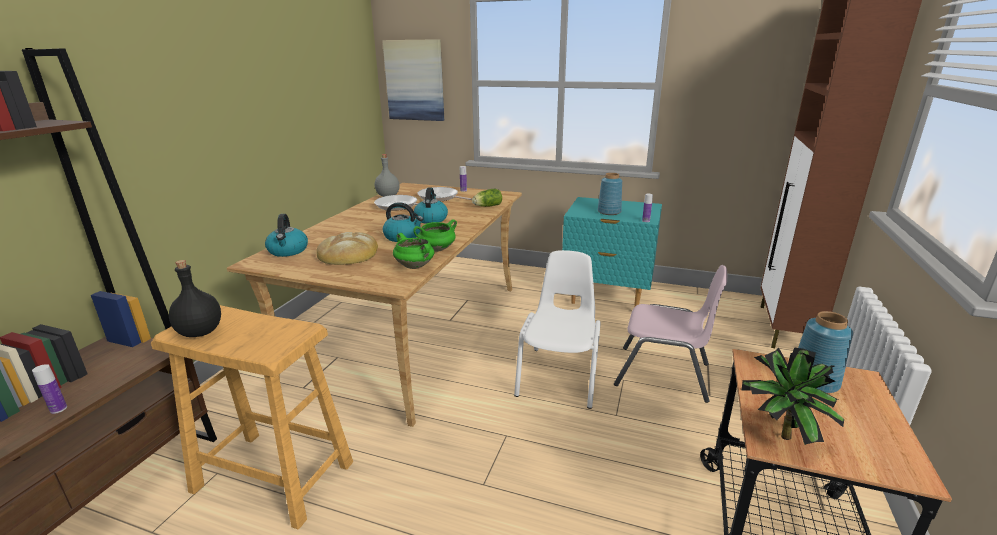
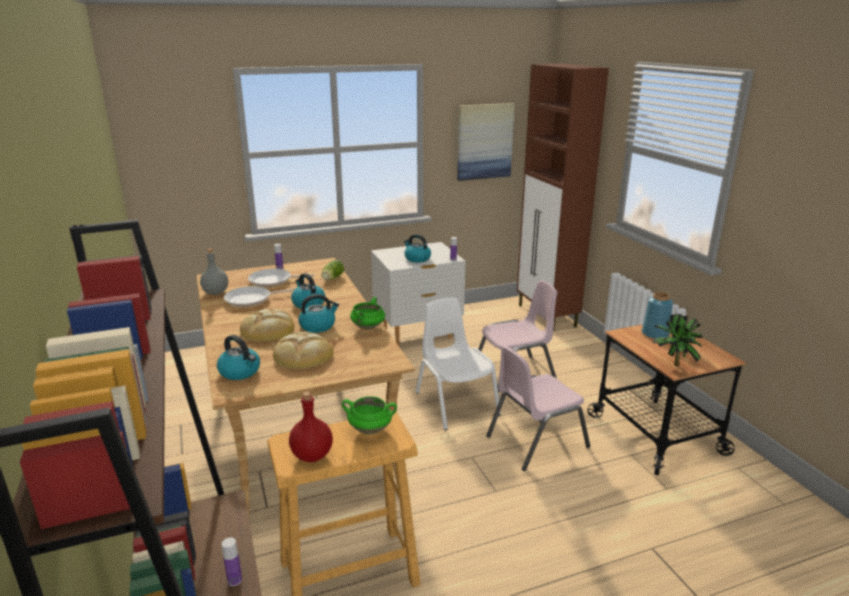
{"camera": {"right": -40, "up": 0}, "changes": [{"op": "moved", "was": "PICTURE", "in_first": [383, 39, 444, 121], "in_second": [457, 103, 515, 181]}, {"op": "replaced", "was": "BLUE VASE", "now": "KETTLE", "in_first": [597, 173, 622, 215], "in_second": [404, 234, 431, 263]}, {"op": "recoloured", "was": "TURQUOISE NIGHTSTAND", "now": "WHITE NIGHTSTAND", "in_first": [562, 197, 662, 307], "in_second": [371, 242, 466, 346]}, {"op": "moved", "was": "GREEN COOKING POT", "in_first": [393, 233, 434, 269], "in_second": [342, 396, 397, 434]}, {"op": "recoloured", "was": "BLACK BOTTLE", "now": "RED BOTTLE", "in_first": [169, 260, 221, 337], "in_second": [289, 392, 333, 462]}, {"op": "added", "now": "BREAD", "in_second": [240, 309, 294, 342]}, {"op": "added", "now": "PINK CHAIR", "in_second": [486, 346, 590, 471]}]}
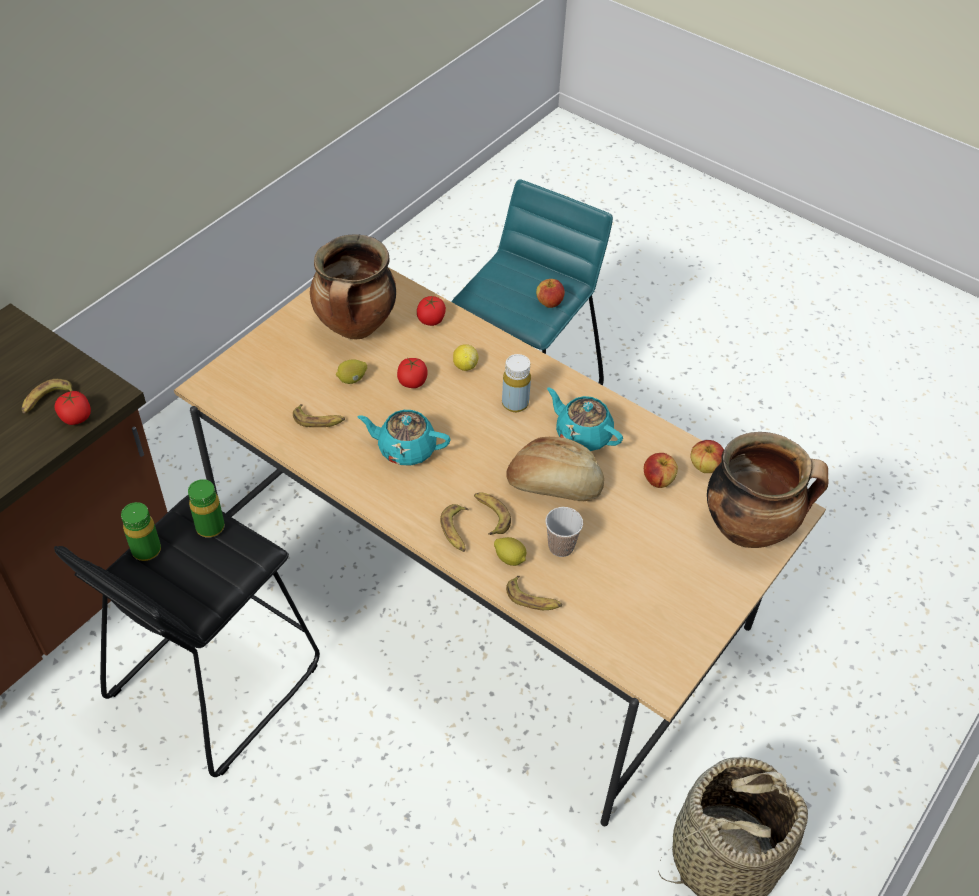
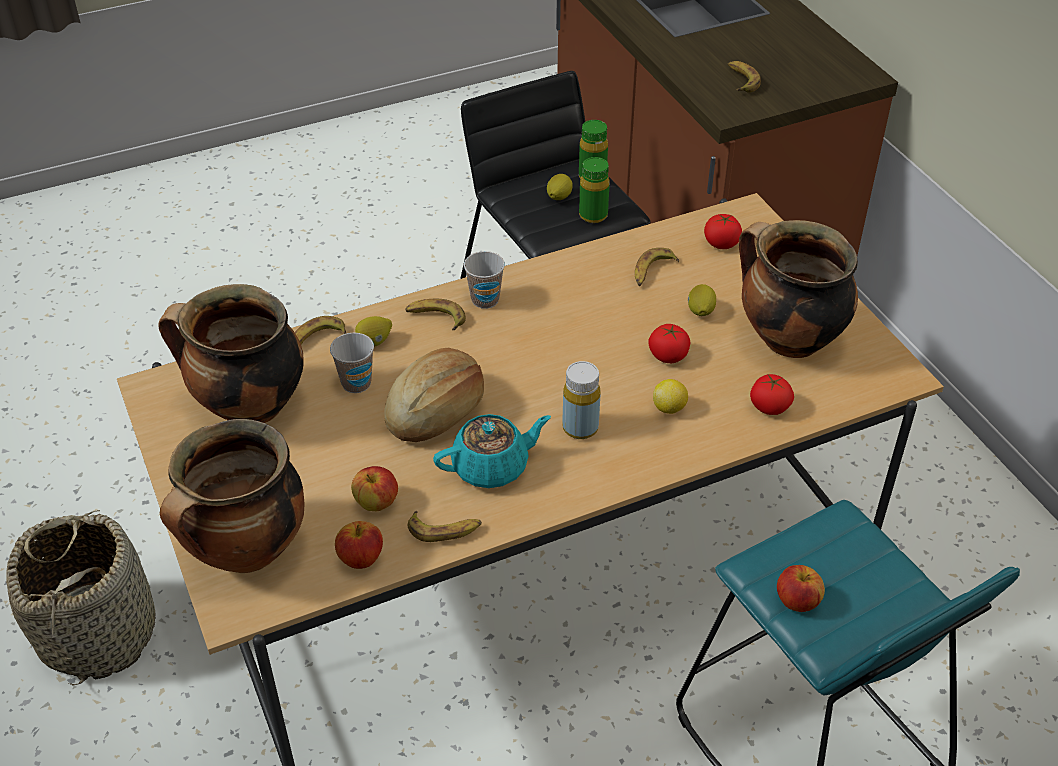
{"camera": {"right": 120, "up": -5}, "changes": [{"op": "moved", "was": "TOMATO", "in_first": [55, 391, 91, 425], "in_second": [704, 214, 742, 249]}, {"op": "removed", "was": "TURQUOISE TEAPOT", "in_first": [357, 410, 450, 466]}, {"op": "moved", "was": "BANANA", "in_first": [474, 493, 511, 535], "in_second": [408, 511, 482, 542]}, {"op": "added", "now": "LEMON", "in_second": [547, 174, 573, 200]}, {"op": "added", "now": "CUP", "in_second": [464, 251, 505, 309]}, {"op": "added", "now": "COOKING POT", "in_second": [158, 284, 303, 423]}]}
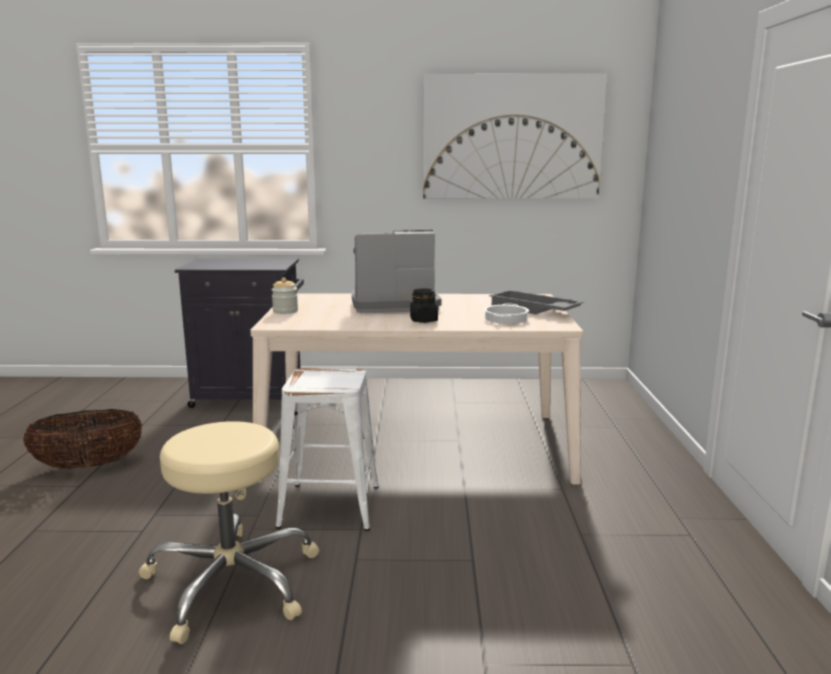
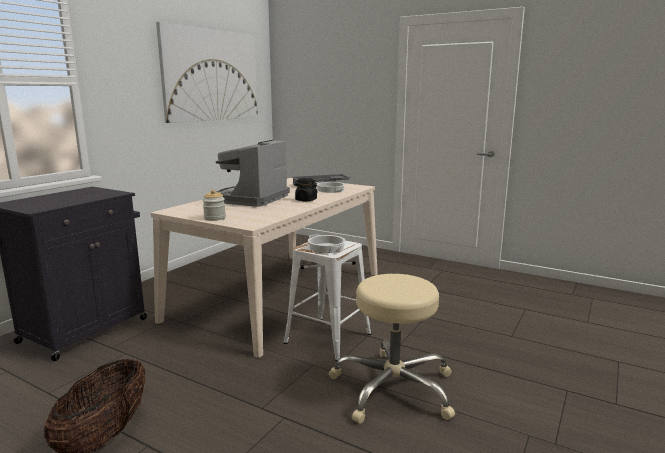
{"camera": {"right": -60, "up": 0}, "changes": [{"op": "added", "now": "COOKING POT", "in_second": [308, 234, 346, 253]}]}
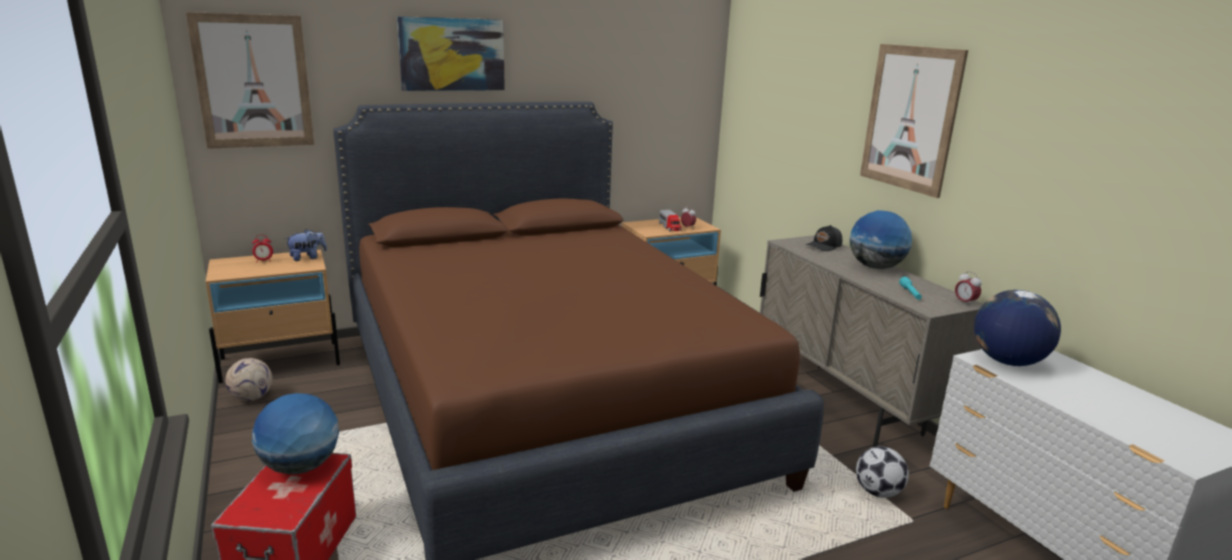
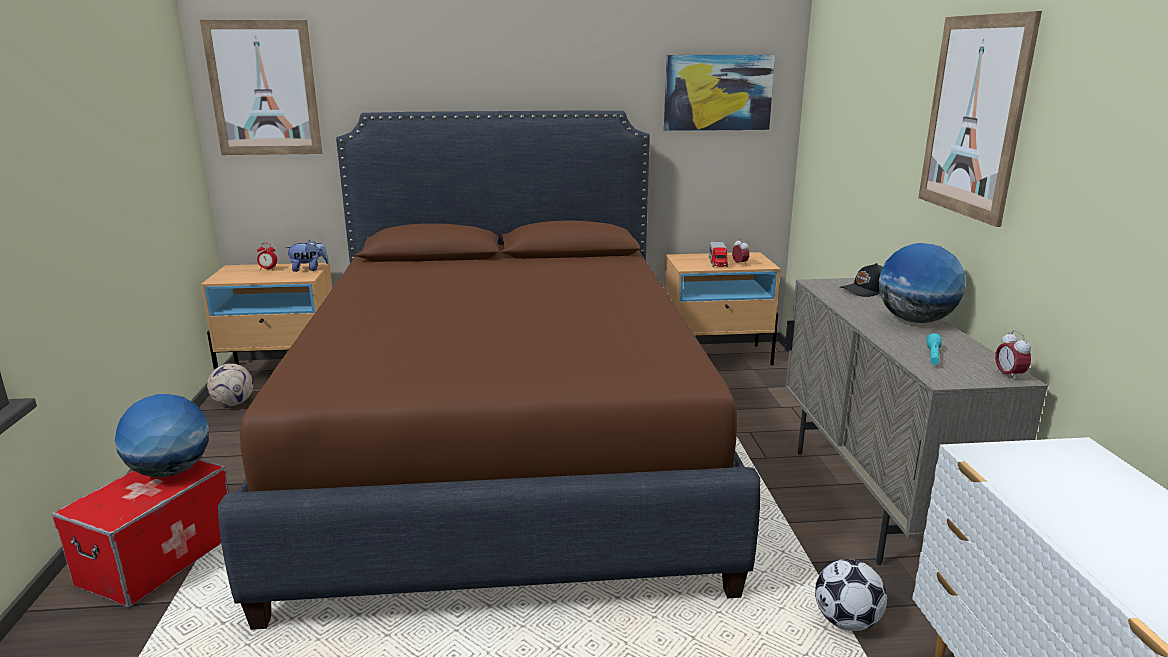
{"camera": {"right": 20, "up": 0}, "changes": [{"op": "moved", "was": "PICTURE", "in_first": [397, 16, 505, 91], "in_second": [664, 55, 775, 131]}, {"op": "removed", "was": "GLOBE", "in_first": [974, 290, 1061, 366]}]}
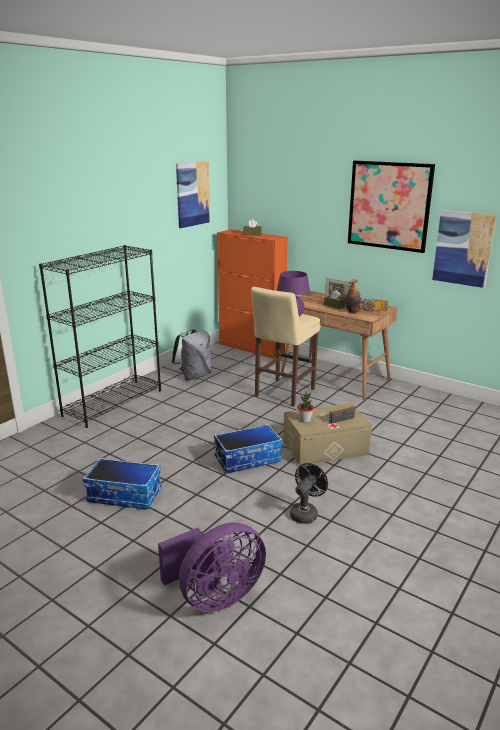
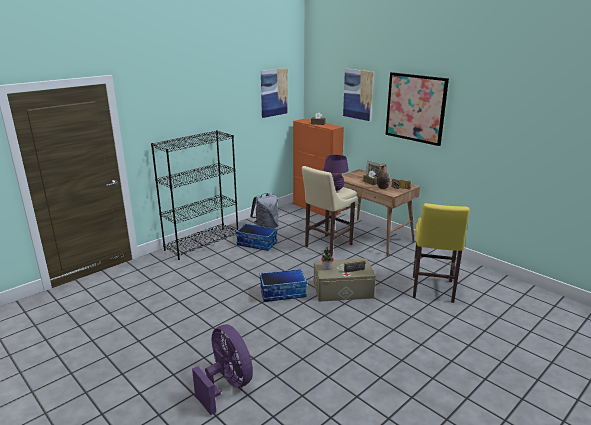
{"camera": {"right": 10, "up": 0}, "changes": [{"op": "moved", "was": "PICTURE", "in_first": [432, 210, 497, 288], "in_second": [343, 69, 374, 121]}, {"op": "moved", "was": "STORAGE BOX", "in_first": [83, 458, 161, 509], "in_second": [236, 223, 277, 251]}, {"op": "removed", "was": "BLACK FAN", "in_first": [290, 463, 328, 524]}, {"op": "turned", "was": "PURPLE FAN", "in_first": [158, 522, 266, 612], "in_second": [192, 324, 253, 415], "clockwise": -105}, {"op": "added", "now": "YELLOW STOOL", "in_second": [413, 203, 470, 303]}]}
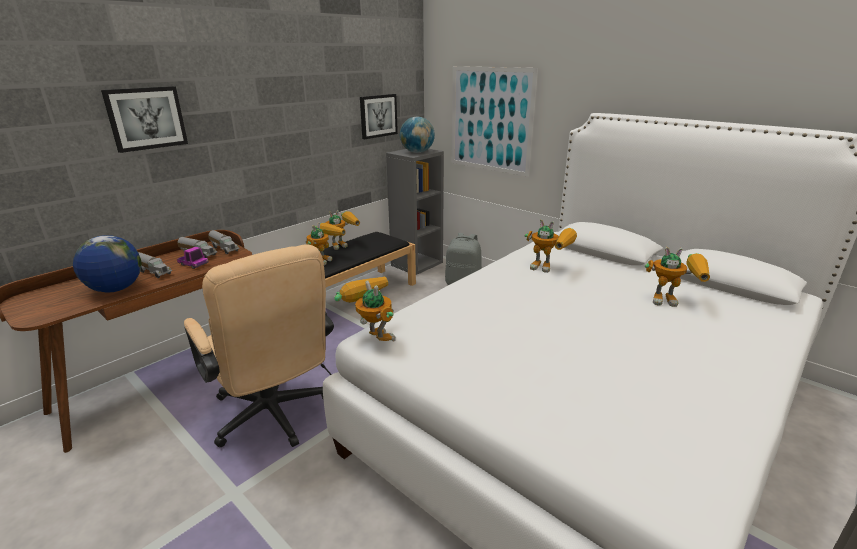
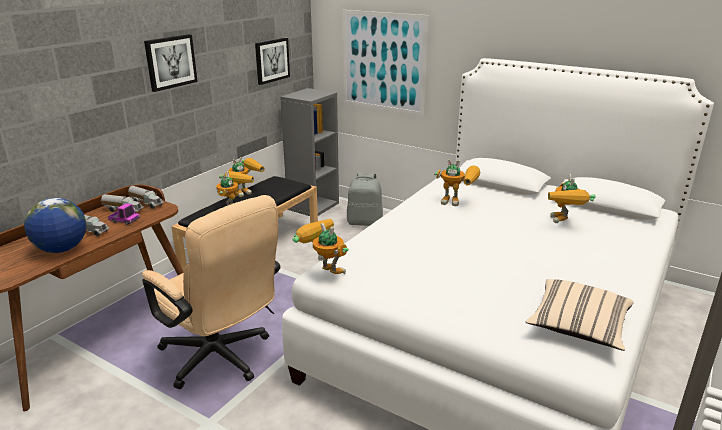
{"camera": {"right": -10, "up": 0}, "changes": [{"op": "moved", "was": "PICTURE", "in_first": [101, 86, 188, 153], "in_second": [144, 34, 198, 92]}, {"op": "removed", "was": "GLOBE", "in_first": [400, 117, 435, 153]}, {"op": "turned", "was": "TOY ROBOT", "in_first": [645, 247, 710, 307], "in_second": [548, 174, 595, 223], "clockwise": 90}, {"op": "added", "now": "BEIGE PILLOW", "in_second": [526, 279, 633, 351]}]}
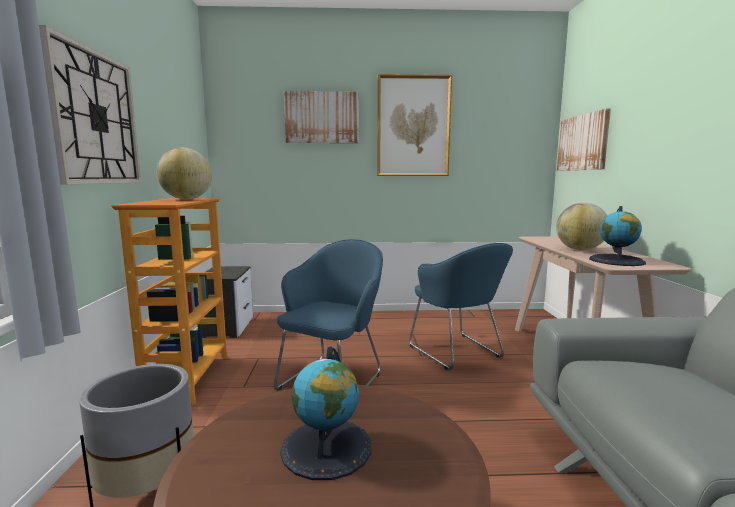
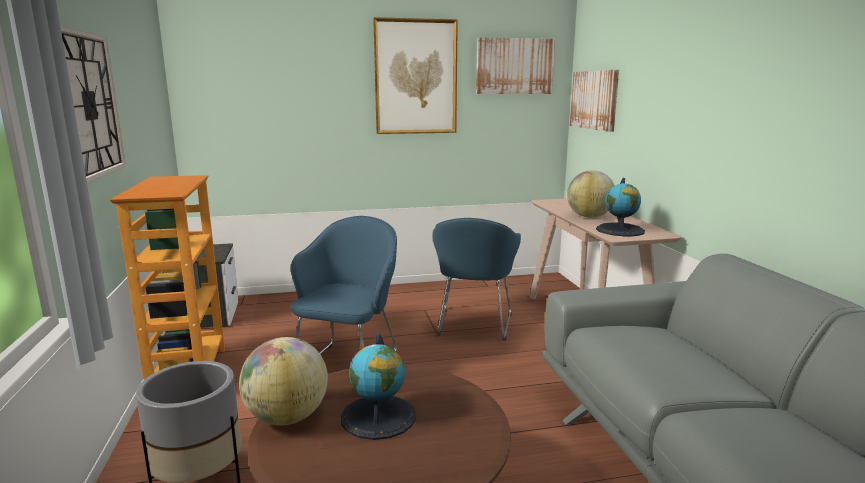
{"camera": {"right": -10, "up": 5}, "changes": [{"op": "moved", "was": "PICTURE", "in_first": [284, 91, 359, 143], "in_second": [476, 37, 555, 94]}, {"op": "moved", "was": "GLOBE", "in_first": [156, 148, 212, 199], "in_second": [239, 337, 328, 425]}, {"op": "turned", "was": "BLUE ARMCHAIR", "in_first": [409, 243, 513, 370], "in_second": [432, 218, 521, 340], "clockwise": 45}]}
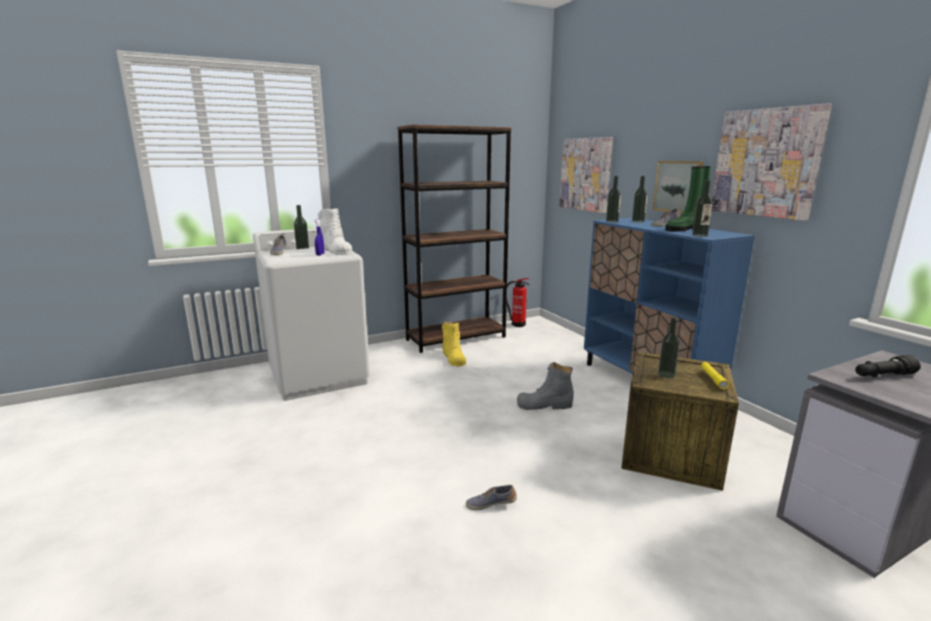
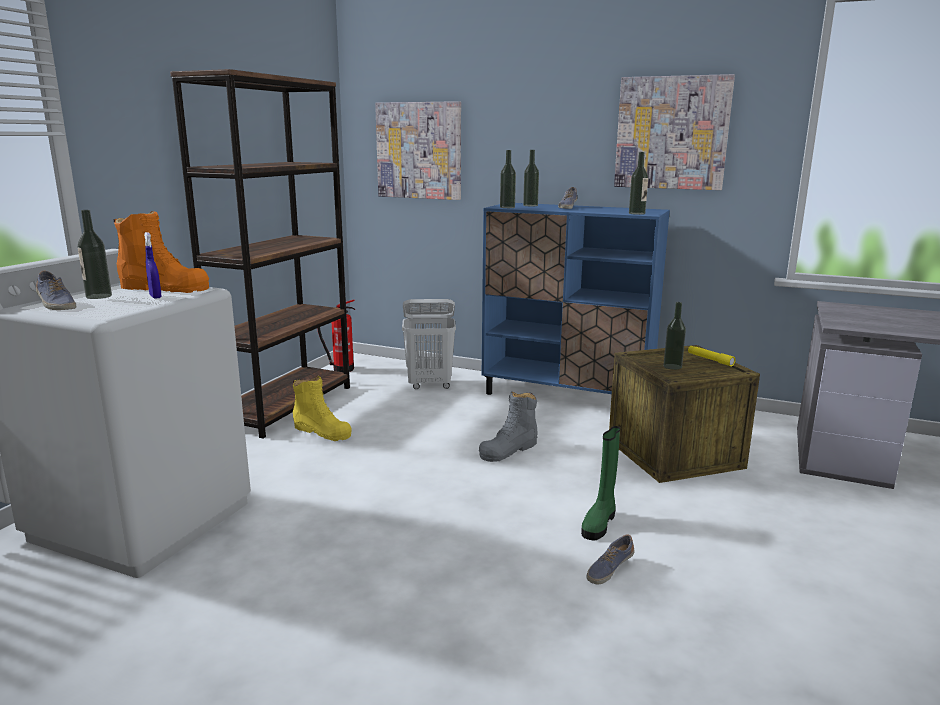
{"camera": {"right": -40, "up": 0}, "changes": [{"op": "removed", "was": "PICTURE", "in_first": [652, 161, 703, 213]}, {"op": "moved", "was": "GREEN BOOT", "in_first": [665, 166, 711, 232], "in_second": [581, 426, 620, 541]}, {"op": "recoloured", "was": "WHITE BOOT", "now": "ORANGE BOOT", "in_first": [318, 208, 352, 255], "in_second": [114, 211, 209, 293]}, {"op": "removed", "was": "BLACK FLASHLIGHT", "in_first": [855, 355, 921, 377]}, {"op": "added", "now": "WHITE LAUNDRY BASKET", "in_second": [402, 299, 456, 389]}]}
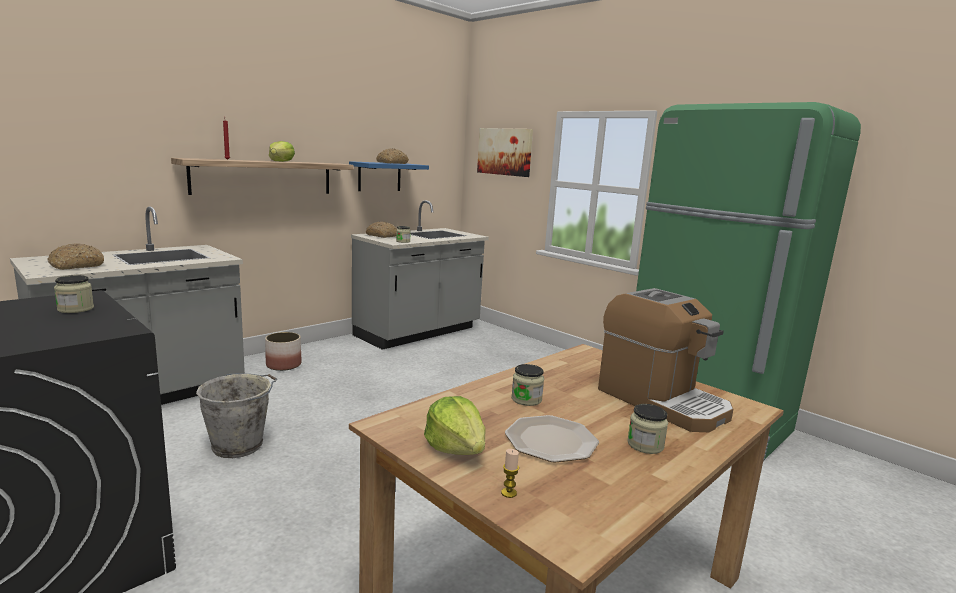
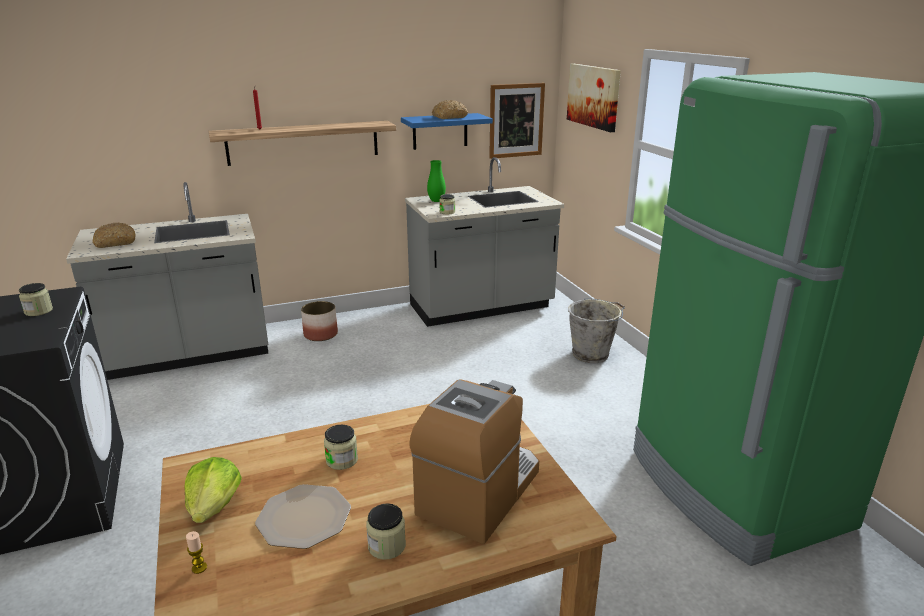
{"camera": {"right": 25, "up": 10}, "changes": [{"op": "removed", "was": "LETTUCE", "in_first": [269, 141, 295, 162]}, {"op": "replaced", "was": "BREAD", "now": "GREEN VASE", "in_first": [366, 222, 397, 238], "in_second": [427, 160, 446, 202]}, {"op": "turned", "was": "COFFEE MACHINE", "in_first": [598, 288, 733, 432], "in_second": [409, 379, 539, 544], "clockwise": -135}, {"op": "moved", "was": "GREY BUCKET", "in_first": [196, 373, 277, 458], "in_second": [568, 298, 625, 363]}, {"op": "added", "now": "PICTURE", "in_second": [489, 83, 545, 159]}]}
